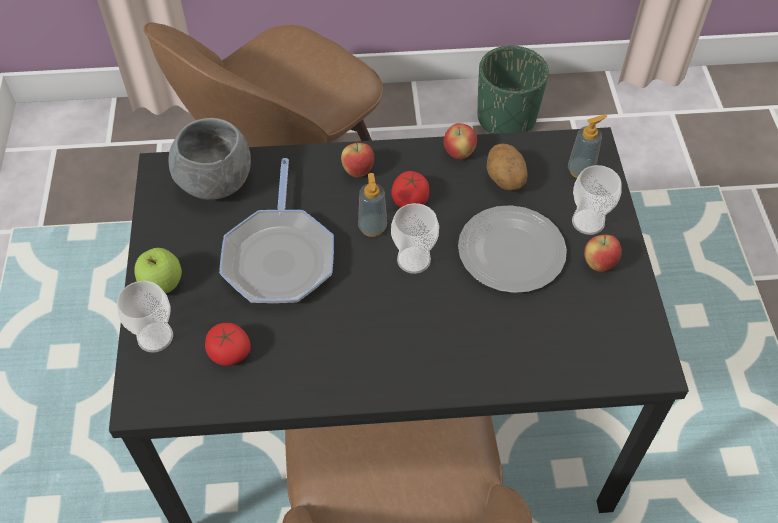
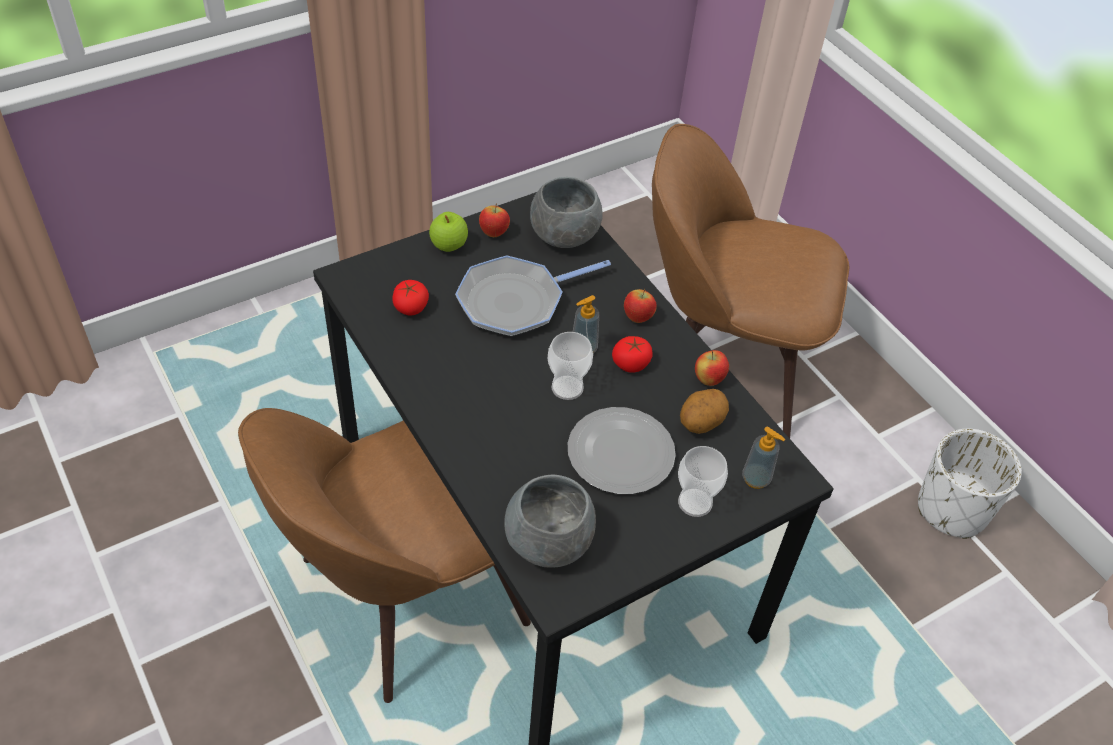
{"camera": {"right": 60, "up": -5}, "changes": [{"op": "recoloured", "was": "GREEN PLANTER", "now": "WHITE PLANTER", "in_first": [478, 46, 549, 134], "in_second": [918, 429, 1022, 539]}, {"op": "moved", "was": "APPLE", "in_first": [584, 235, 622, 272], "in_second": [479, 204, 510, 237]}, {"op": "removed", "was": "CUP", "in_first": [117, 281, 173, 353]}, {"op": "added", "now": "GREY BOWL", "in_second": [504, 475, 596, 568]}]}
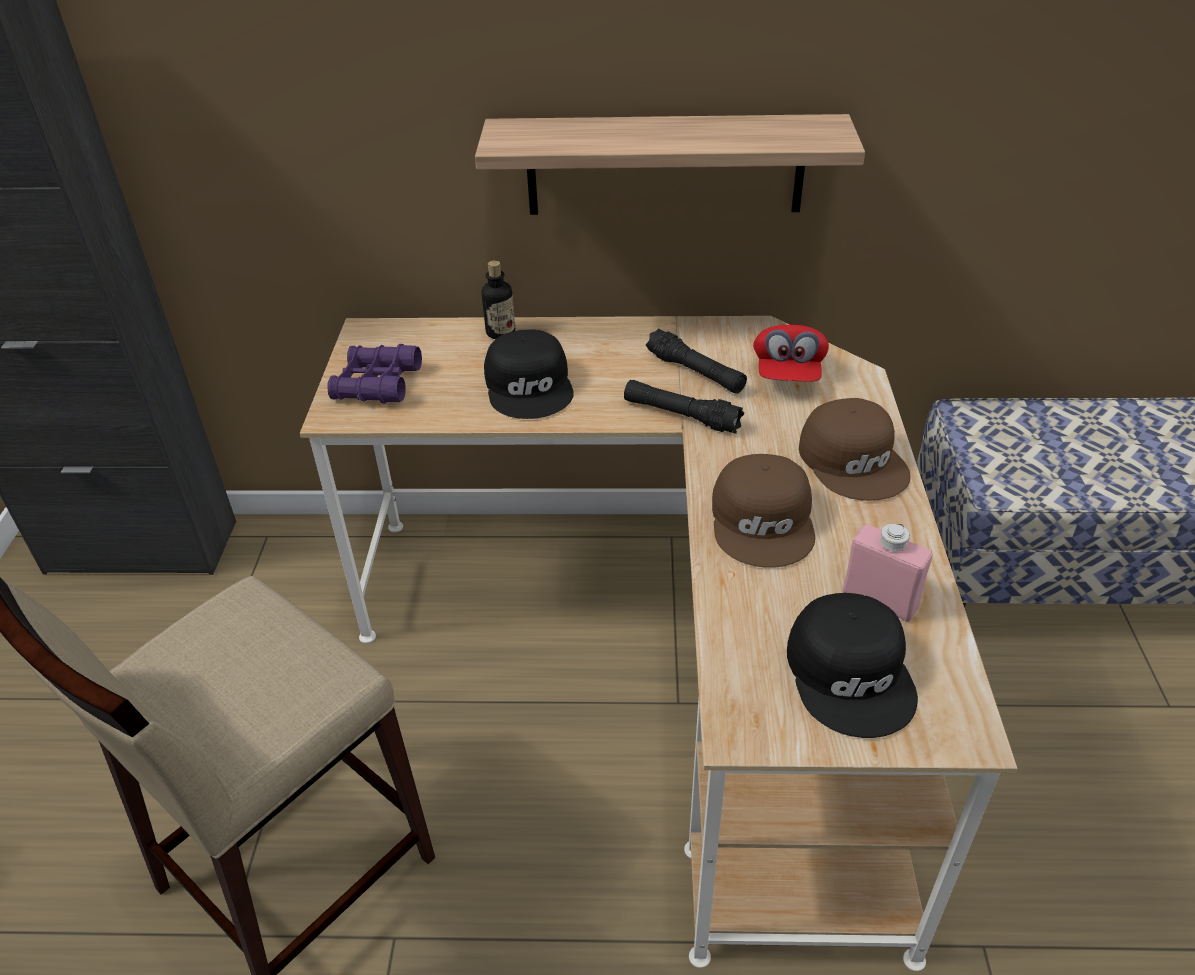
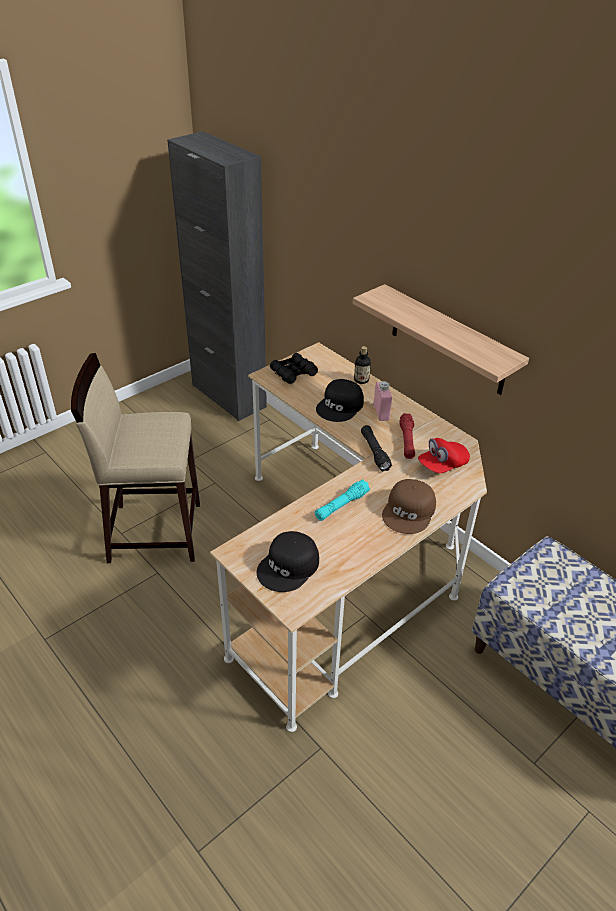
{"camera": {"right": 45, "up": 0}, "changes": [{"op": "recoloured", "was": "BLACK FLASHLIGHT", "now": "RED FLASHLIGHT", "in_first": [646, 329, 747, 394], "in_second": [399, 413, 415, 459]}, {"op": "recoloured", "was": "PURPLE BINOCULARS", "now": "BLACK BINOCULARS", "in_first": [327, 344, 422, 404], "in_second": [270, 353, 318, 384]}, {"op": "replaced", "was": "BROWN CAP", "now": "TURQUOISE FLASHLIGHT", "in_first": [712, 454, 815, 568], "in_second": [315, 479, 370, 521]}, {"op": "moved", "was": "PINK BOTTLE", "in_first": [843, 524, 932, 622], "in_second": [374, 381, 392, 421]}]}
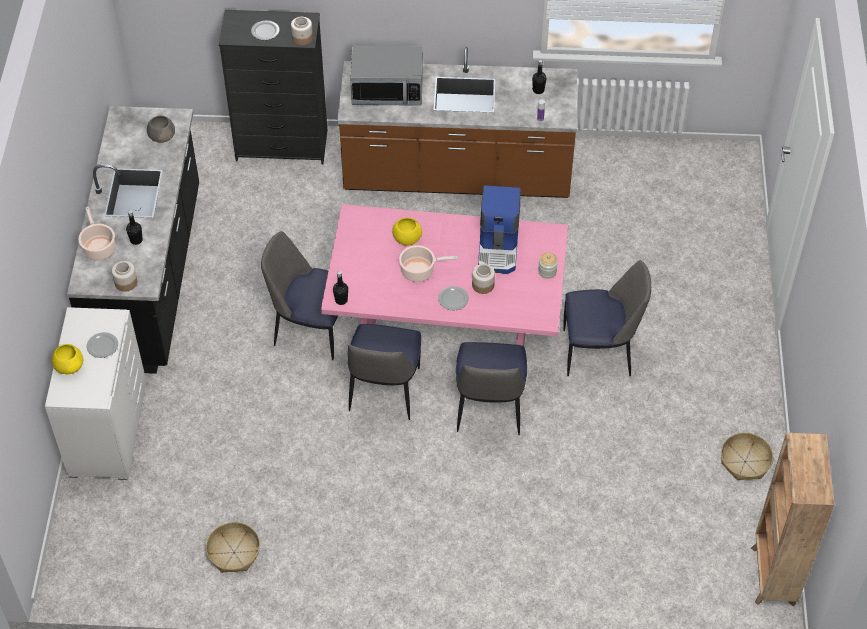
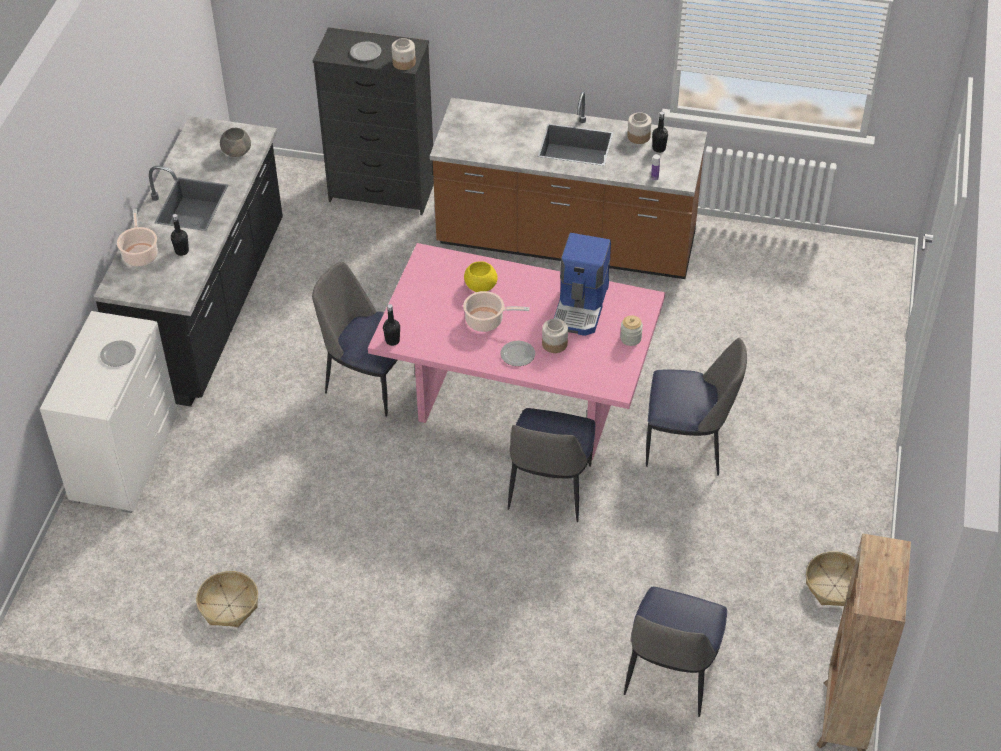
{"camera": {"right": 10, "up": -5}, "changes": [{"op": "removed", "was": "MICROWAVE", "in_first": [350, 45, 423, 106]}, {"op": "moved", "was": "JAR", "in_first": [112, 261, 137, 292], "in_second": [627, 112, 652, 144]}, {"op": "moved", "was": "CHAIR", "in_first": [348, 324, 421, 420], "in_second": [624, 587, 727, 717]}, {"op": "removed", "was": "YELLOW BOWL", "in_first": [52, 344, 83, 374]}]}
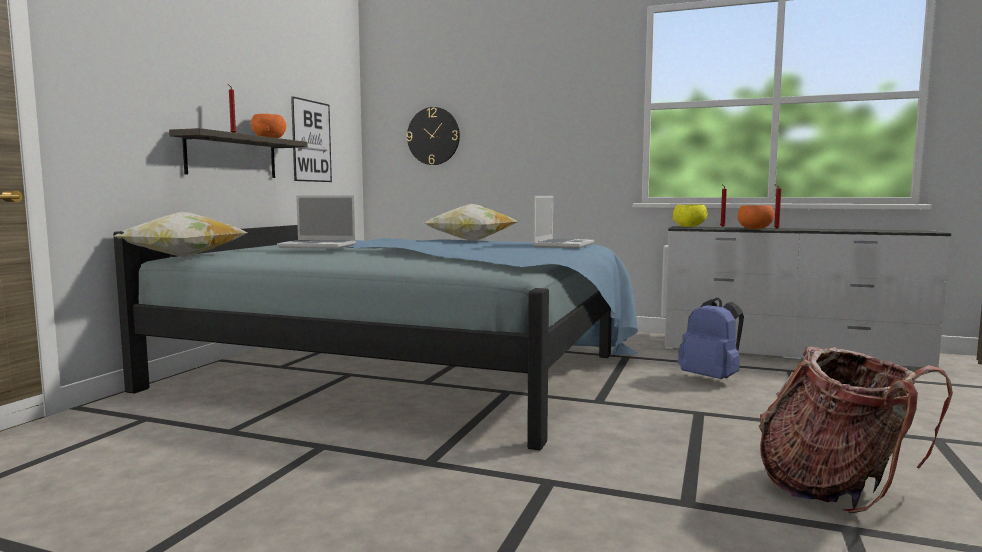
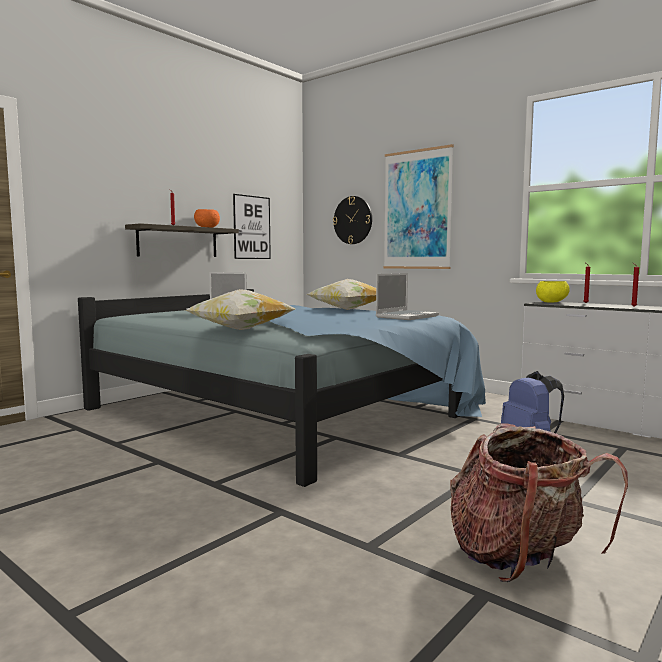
{"camera": {"right": 20, "up": 0}, "changes": [{"op": "removed", "was": "ORANGE BOWL", "in_first": [737, 205, 774, 229]}, {"op": "moved", "was": "PILLOW", "in_first": [113, 212, 247, 257], "in_second": [185, 289, 295, 330]}, {"op": "added", "now": "PICTURE", "in_second": [383, 144, 454, 269]}]}
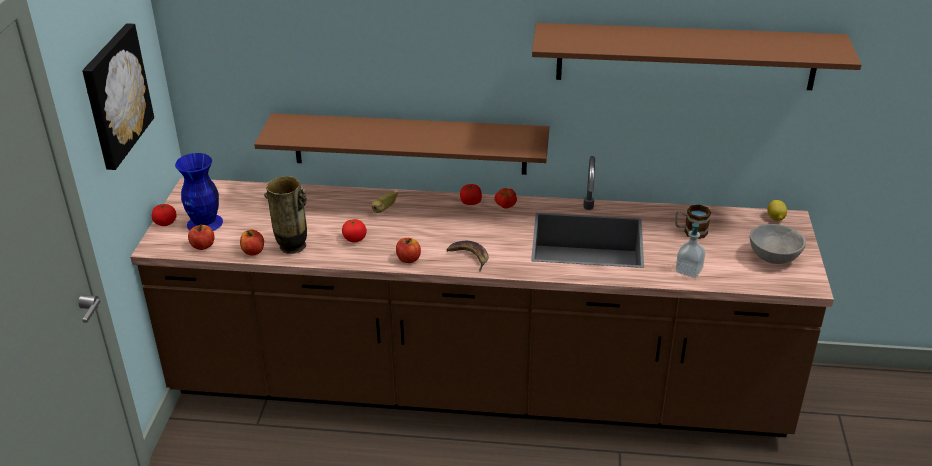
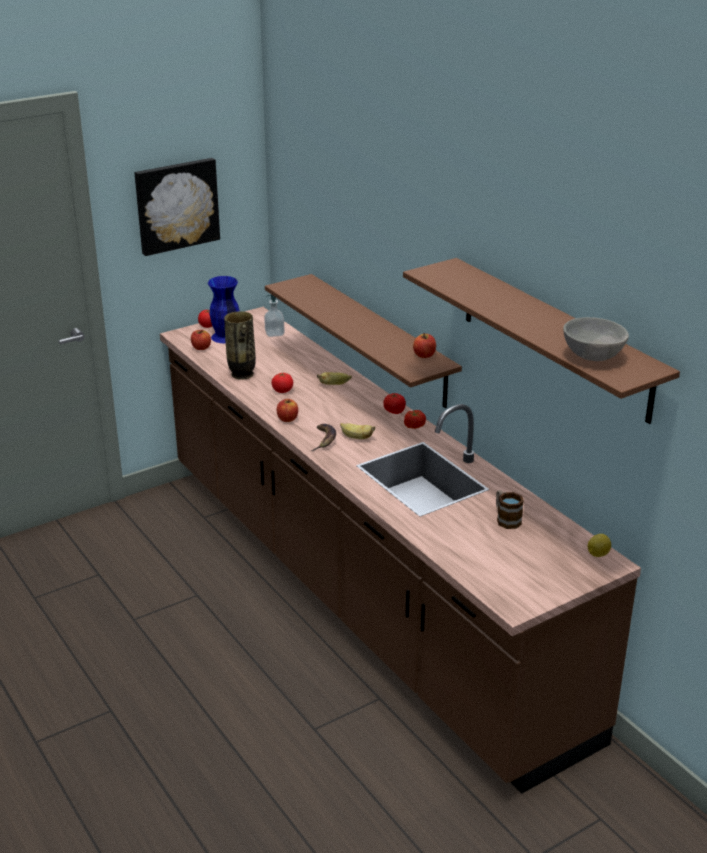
{"camera": {"right": 50, "up": -5}, "changes": [{"op": "moved", "was": "SOAP DISPENSER", "in_first": [676, 223, 705, 278], "in_second": [264, 295, 285, 337]}, {"op": "moved", "was": "GREY BOWL", "in_first": [750, 224, 806, 264], "in_second": [563, 317, 629, 361]}, {"op": "moved", "was": "APPLE", "in_first": [240, 230, 264, 255], "in_second": [413, 333, 436, 358]}, {"op": "added", "now": "BANANA", "in_second": [340, 423, 375, 439]}]}
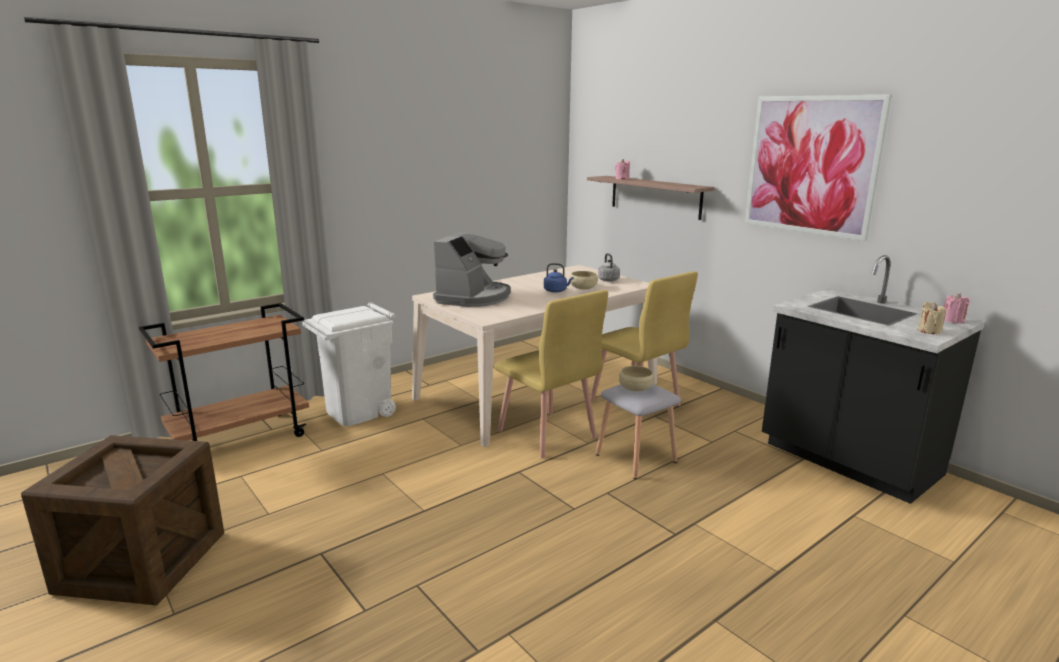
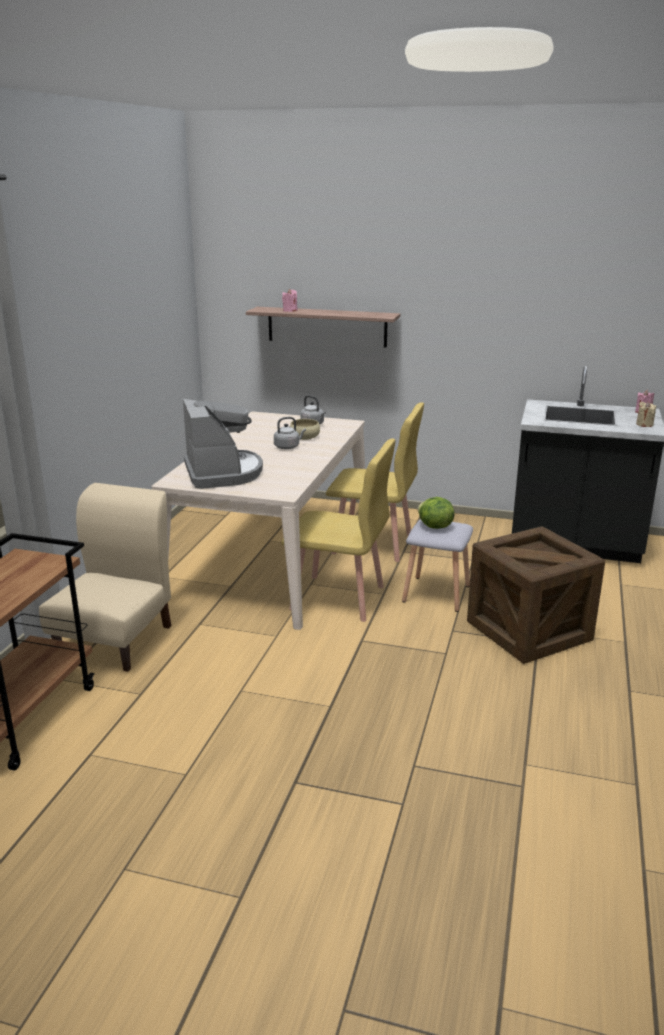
{"camera": {"right": -35, "up": 5}, "changes": [{"op": "removed", "was": "PICTURE", "in_first": [745, 95, 892, 241]}, {"op": "recoloured", "was": "BLUE KETTLE", "now": "GREY KETTLE", "in_first": [544, 263, 574, 293], "in_second": [274, 417, 306, 449]}, {"op": "replaced", "was": "WHITE TRASH CAN", "now": "BEIGE CHAIR", "in_first": [302, 302, 396, 426], "in_second": [39, 483, 172, 672]}, {"op": "replaced", "was": "BEIGE BOWL", "now": "LETTUCE", "in_first": [619, 366, 654, 391], "in_second": [418, 497, 455, 529]}, {"op": "moved", "was": "CRATE", "in_first": [21, 435, 224, 605], "in_second": [467, 526, 605, 664]}]}
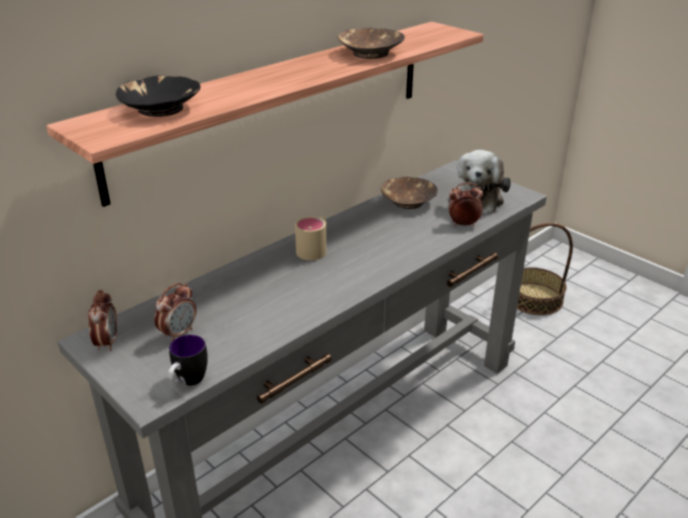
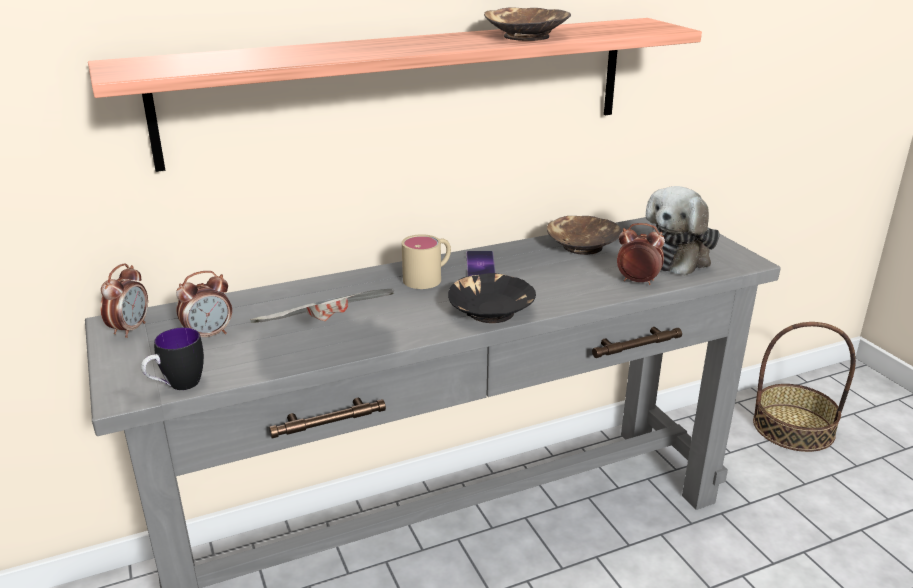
{"camera": {"right": 20, "up": -5}, "changes": [{"op": "moved", "was": "BLACK BOWL", "in_first": [116, 75, 201, 117], "in_second": [448, 273, 536, 323]}, {"op": "added", "now": "PHONE", "in_second": [467, 251, 496, 276]}, {"op": "added", "now": "NEWSPAPER", "in_second": [249, 289, 394, 323]}]}
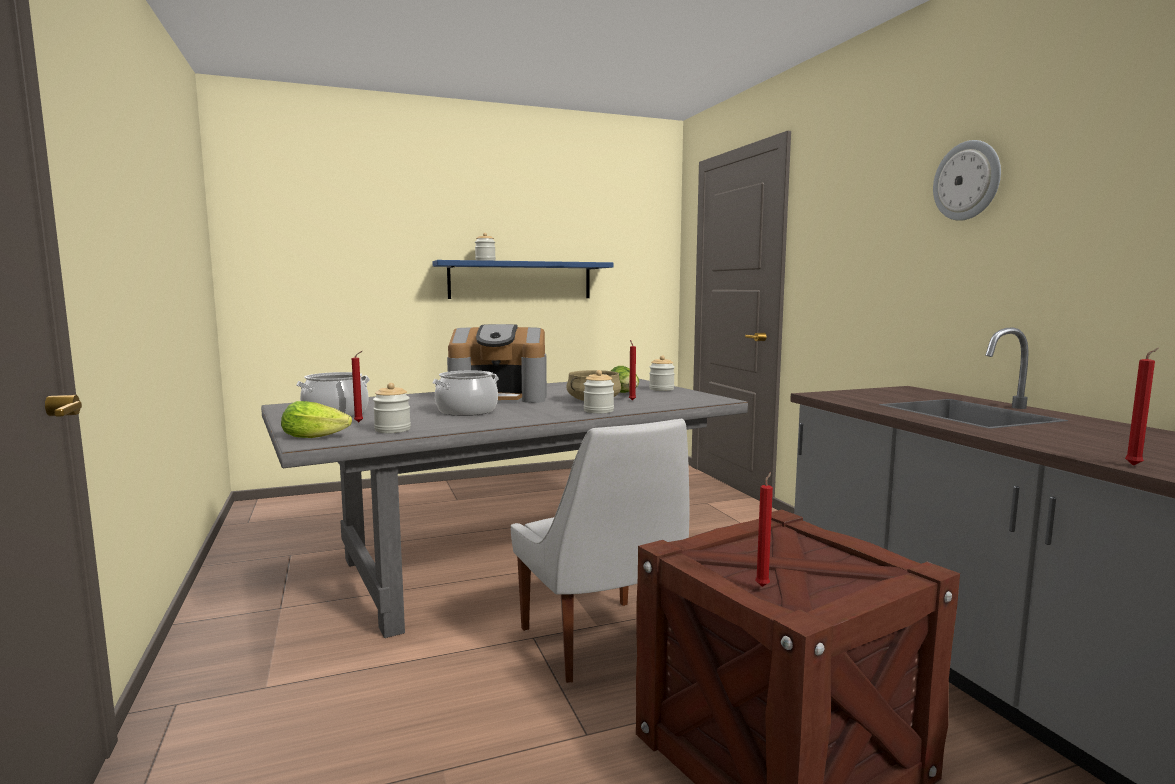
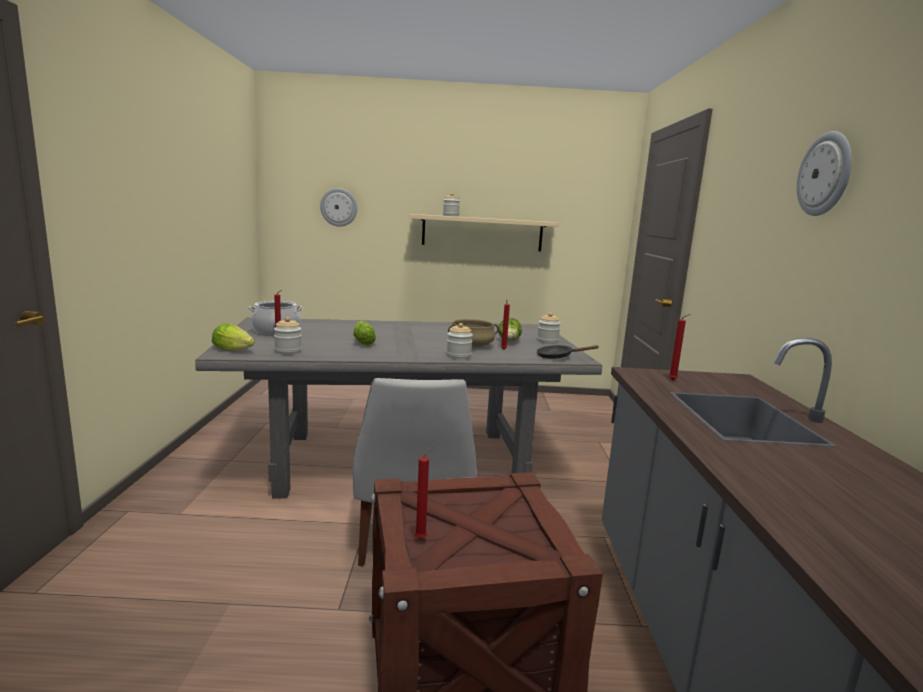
{"camera": {"right": 20, "up": 5}, "changes": [{"op": "recoloured", "was": "BLUE SHELF", "now": "BEIGE SHELF", "in_first": [433, 260, 613, 299], "in_second": [409, 214, 559, 251]}, {"op": "removed", "was": "COFFEE MACHINE", "in_first": [447, 324, 547, 404]}, {"op": "moved", "was": "RED CANDLE", "in_first": [1125, 348, 1159, 466], "in_second": [669, 314, 691, 380]}, {"op": "replaced", "was": "COOKING POT", "now": "LETTUCE", "in_first": [433, 370, 499, 416], "in_second": [353, 321, 376, 345]}, {"op": "added", "now": "WALL CLOCK", "in_second": [320, 188, 357, 227]}, {"op": "added", "now": "BLACK FRYING PAN", "in_second": [536, 345, 599, 359]}]}
